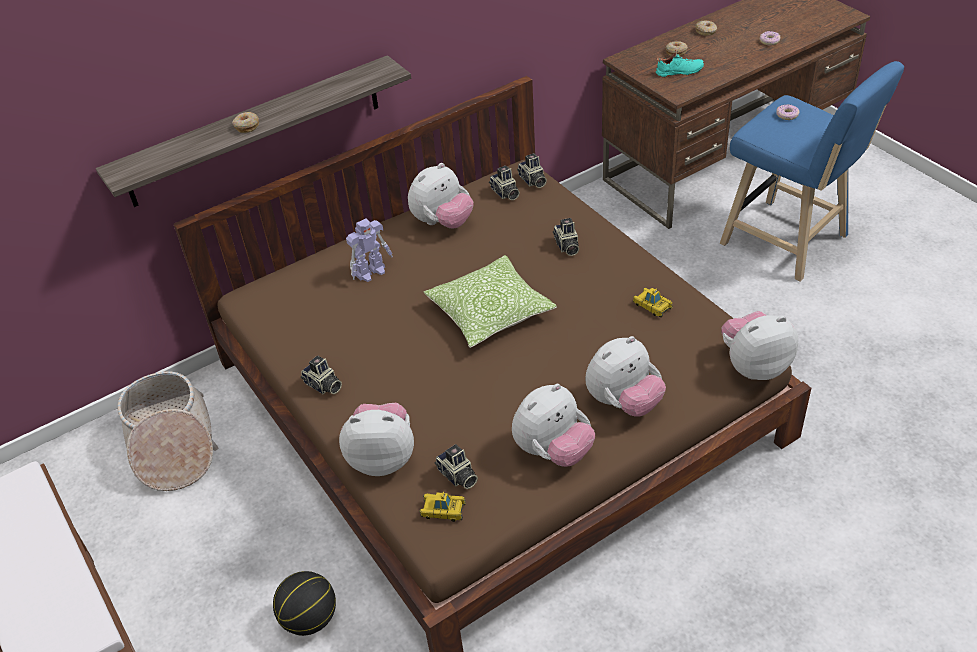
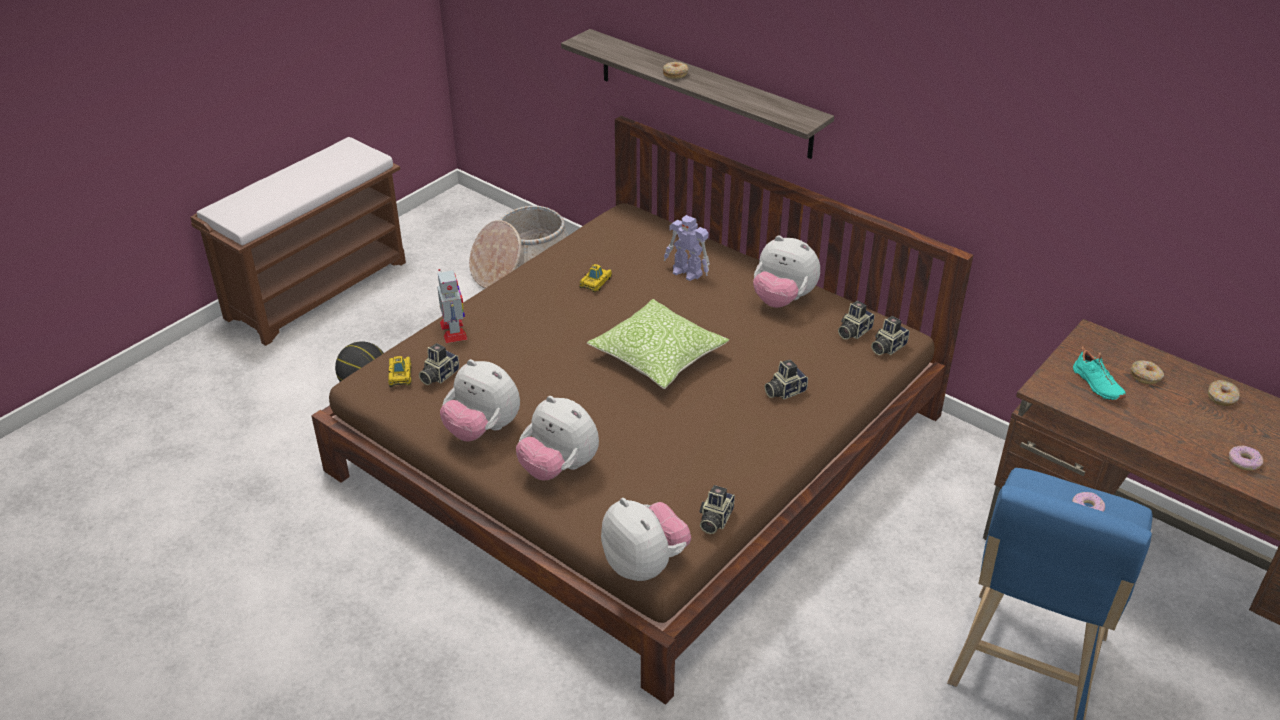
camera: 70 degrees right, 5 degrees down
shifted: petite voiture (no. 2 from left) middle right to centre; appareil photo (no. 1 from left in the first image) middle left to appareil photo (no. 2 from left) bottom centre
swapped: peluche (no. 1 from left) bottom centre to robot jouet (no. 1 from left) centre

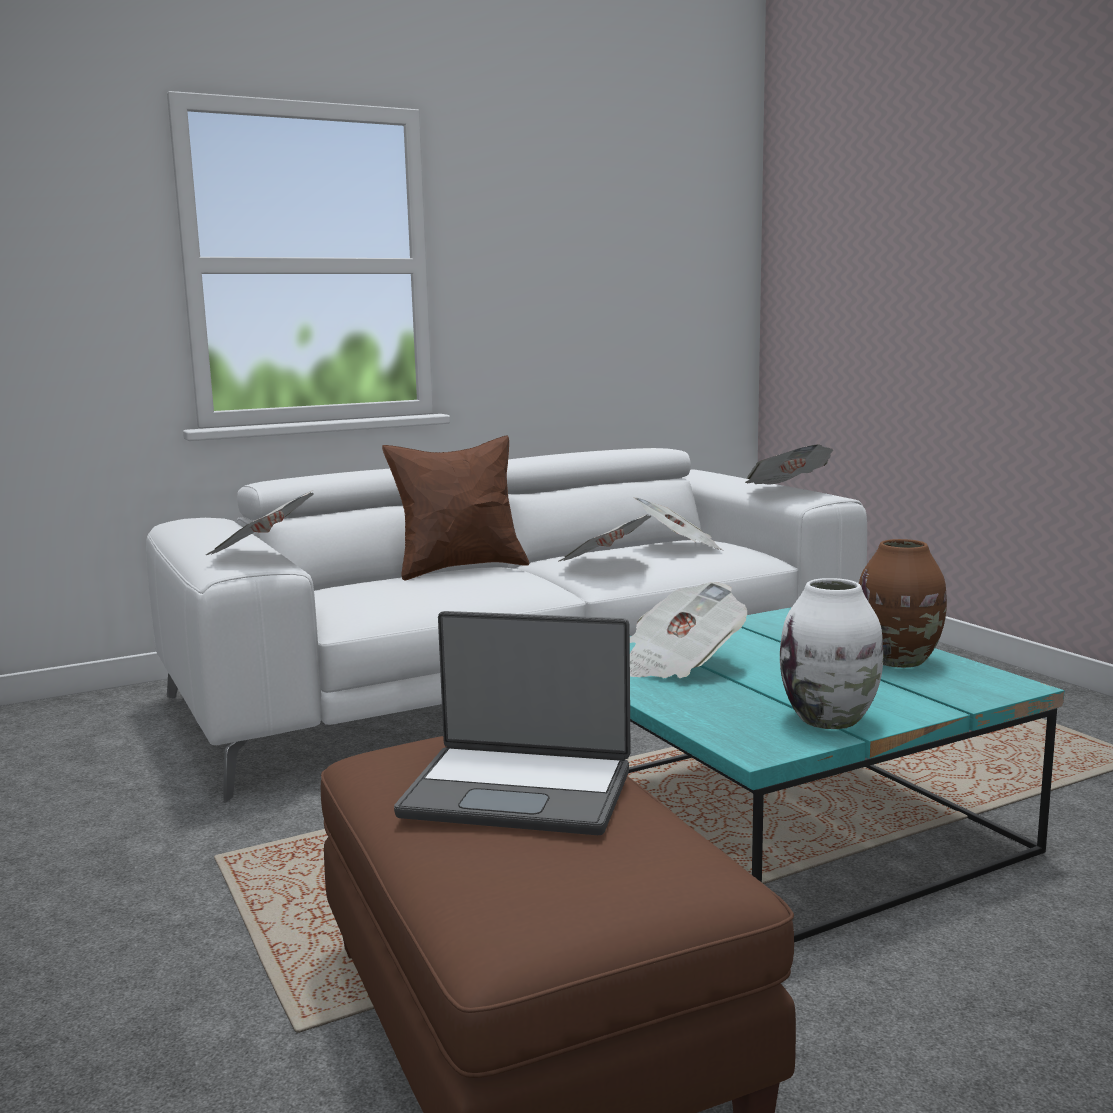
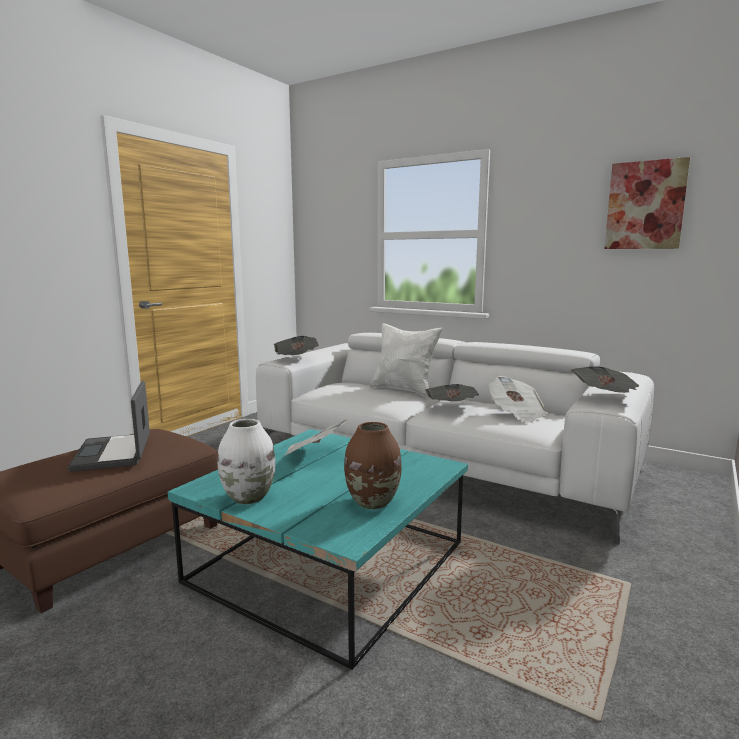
camera: 60 degrees right, 0 degrees up
new: tableau top right
repainted: coussin/marron centre to coussin/blanc centre

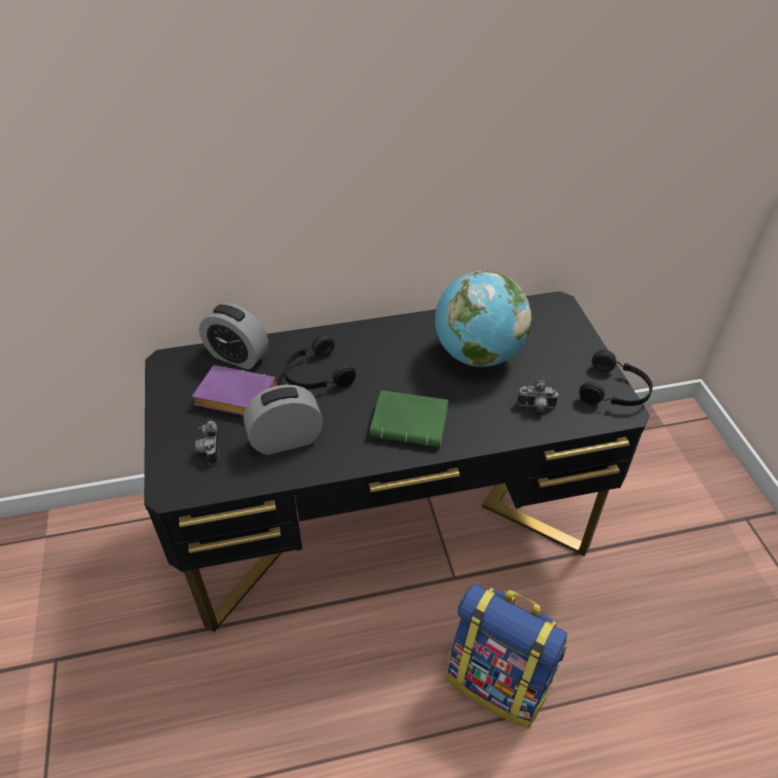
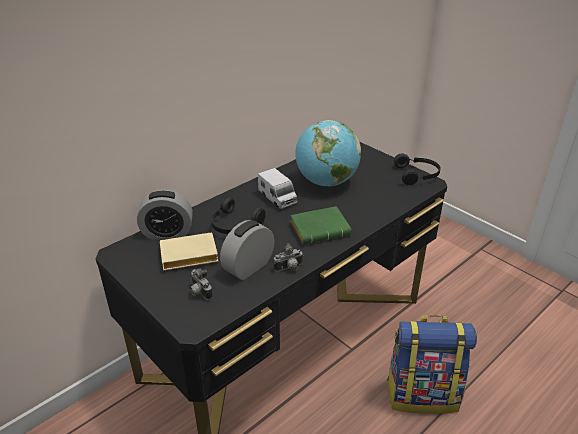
camera: 30 degrees left, 10 degrees down
new: camion jouet centre
shifted: appareil photo (no. 2 from left) middle right to centre
repainted: livre/violet middle left to livre/beige middle left

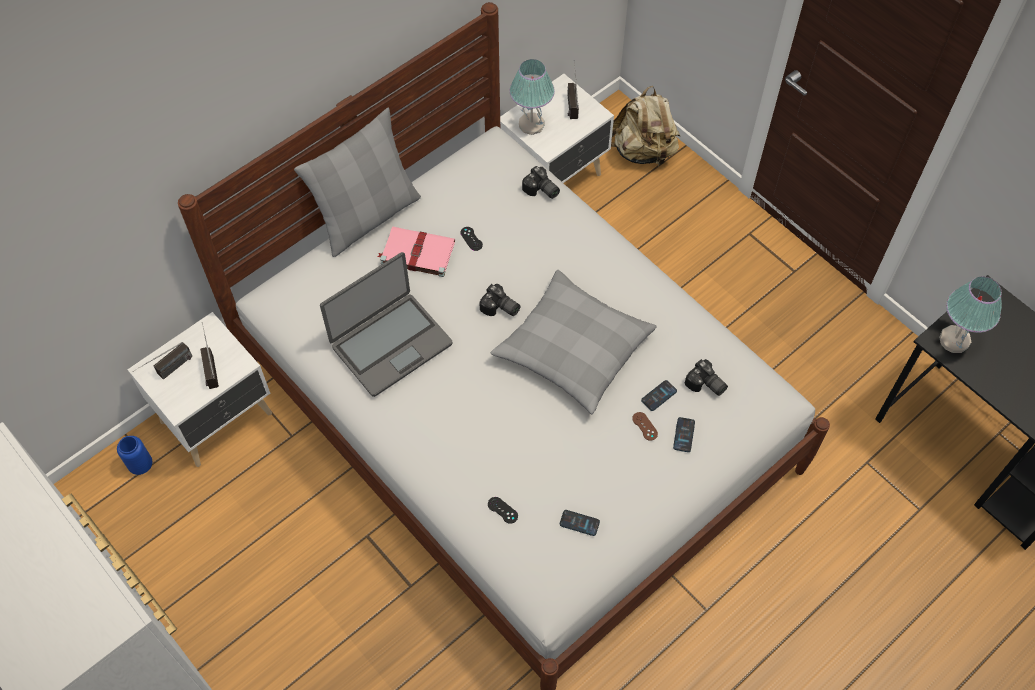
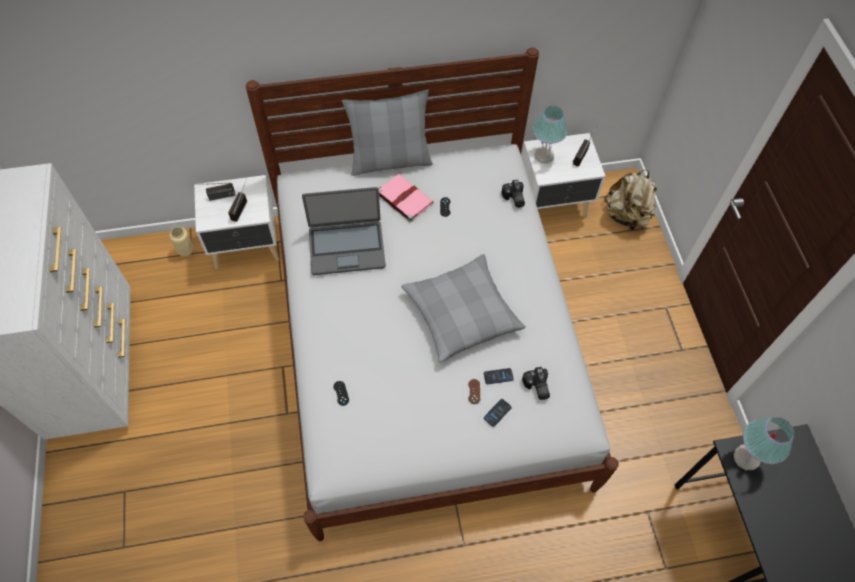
camera: 30 degrees right, 0 degrees up
gone: appareil photo (no. 1 from left) centre; téléphone (no. 1 from left) bottom centre
repainted: vase/bleu middle left to vase/beige middle left

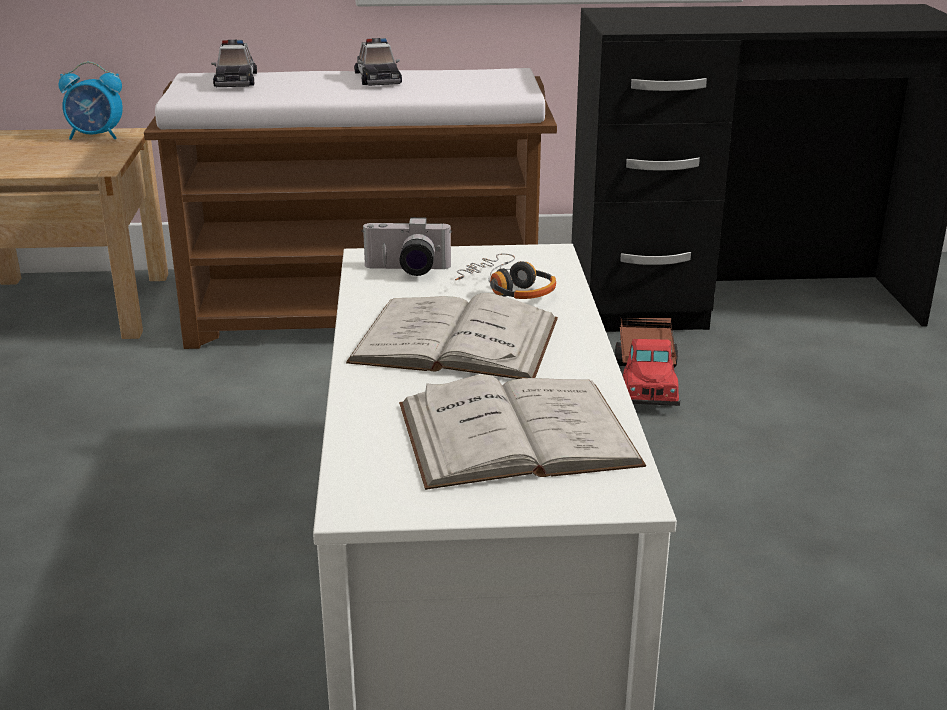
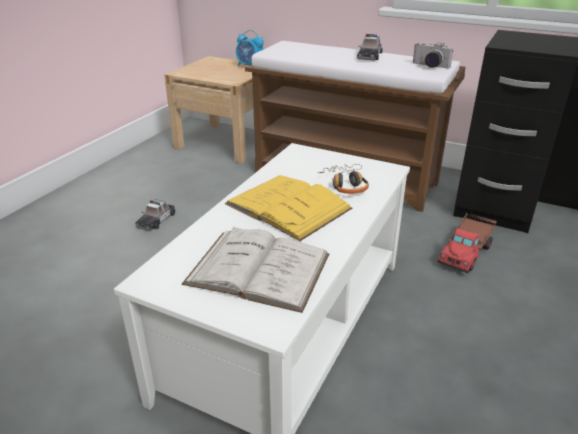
camera: 30 degrees right, 5 degrees up
shifted: petite voiture (no. 1 from left) top left to middle left; appareil photo centre to top right
repainted: livre/blanc (no. 1 from left) centre to livre/jaune centre

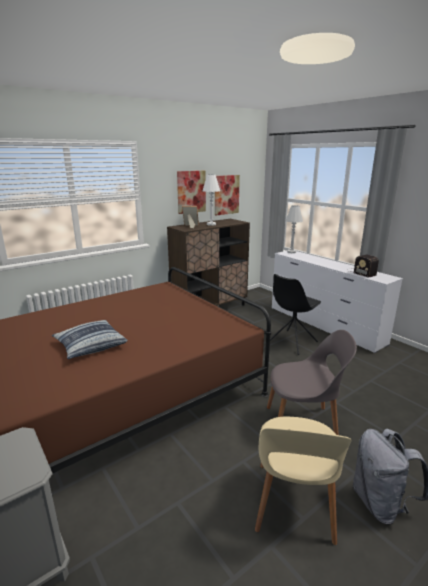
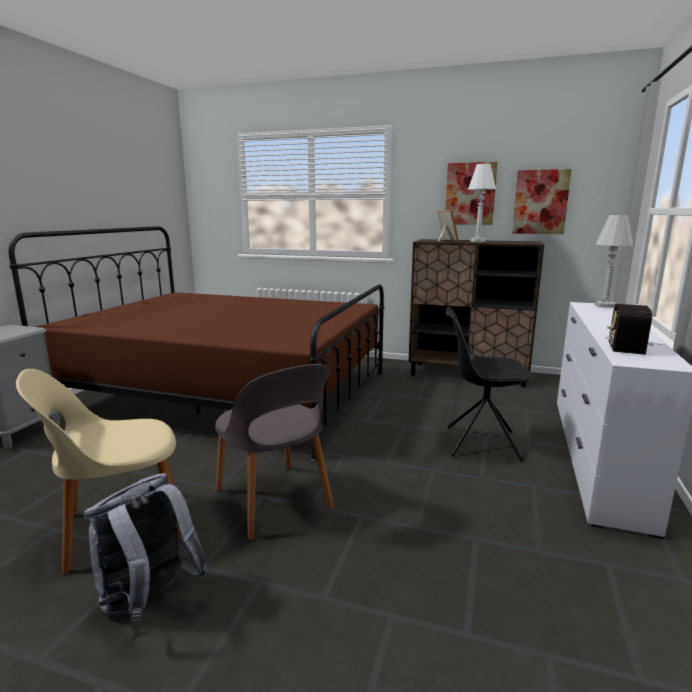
camera: 55 degrees right, 5 degrees down
gone: coussin middle left

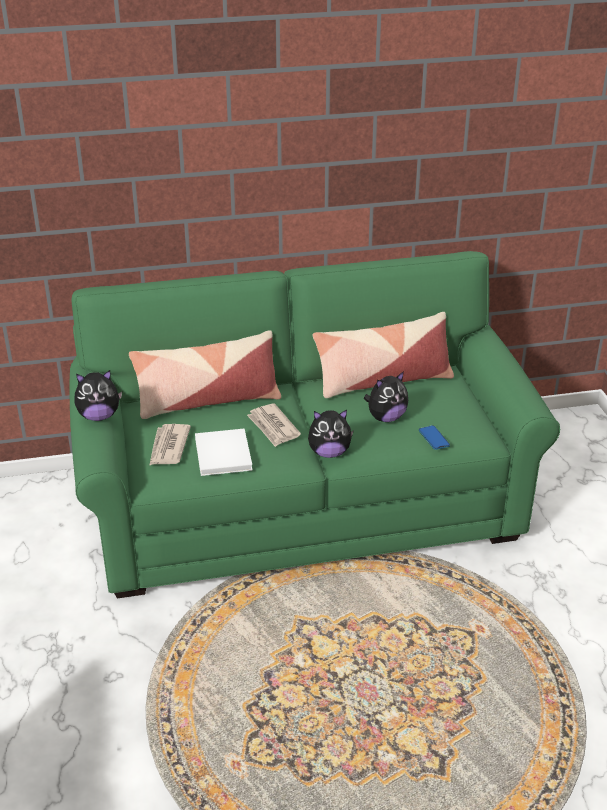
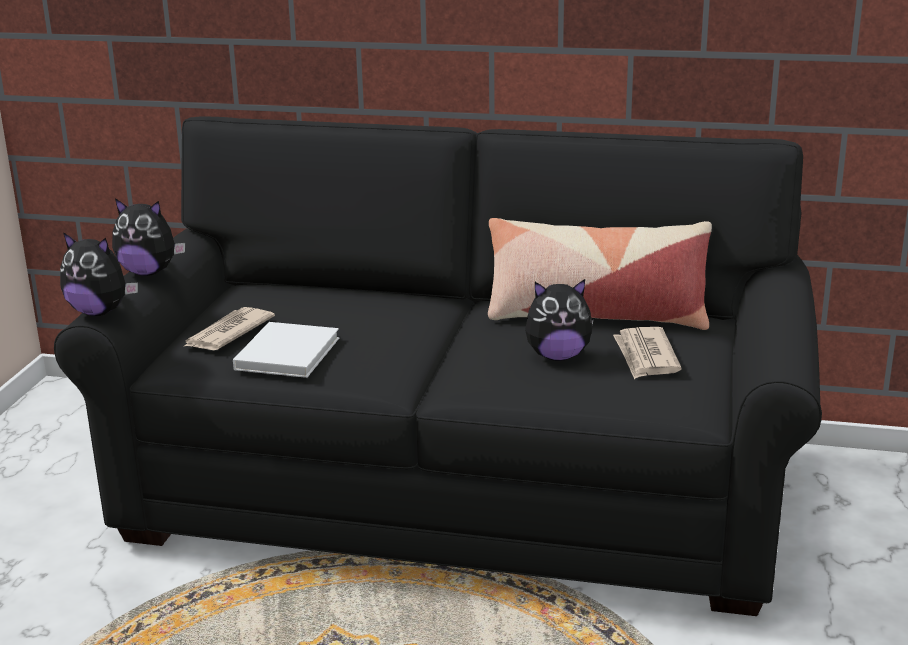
camera: 25 degrees right, 10 degrees down
gone: coussin (no. 1 from left) centre; téléphone middle right
shifted: peluche (no. 2 from left in the first image) centre to peluche (no. 1 from left) middle left; journal (no. 2 from left) centre to middle right
repainted: canapé/vert centre to canapé/noir centre

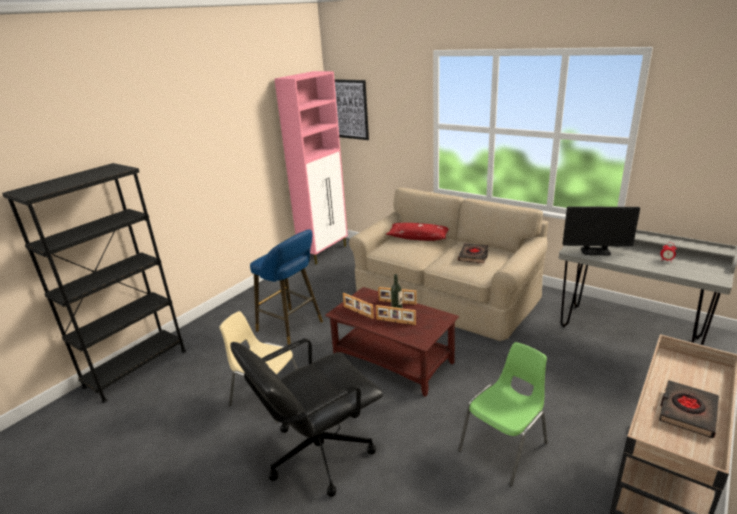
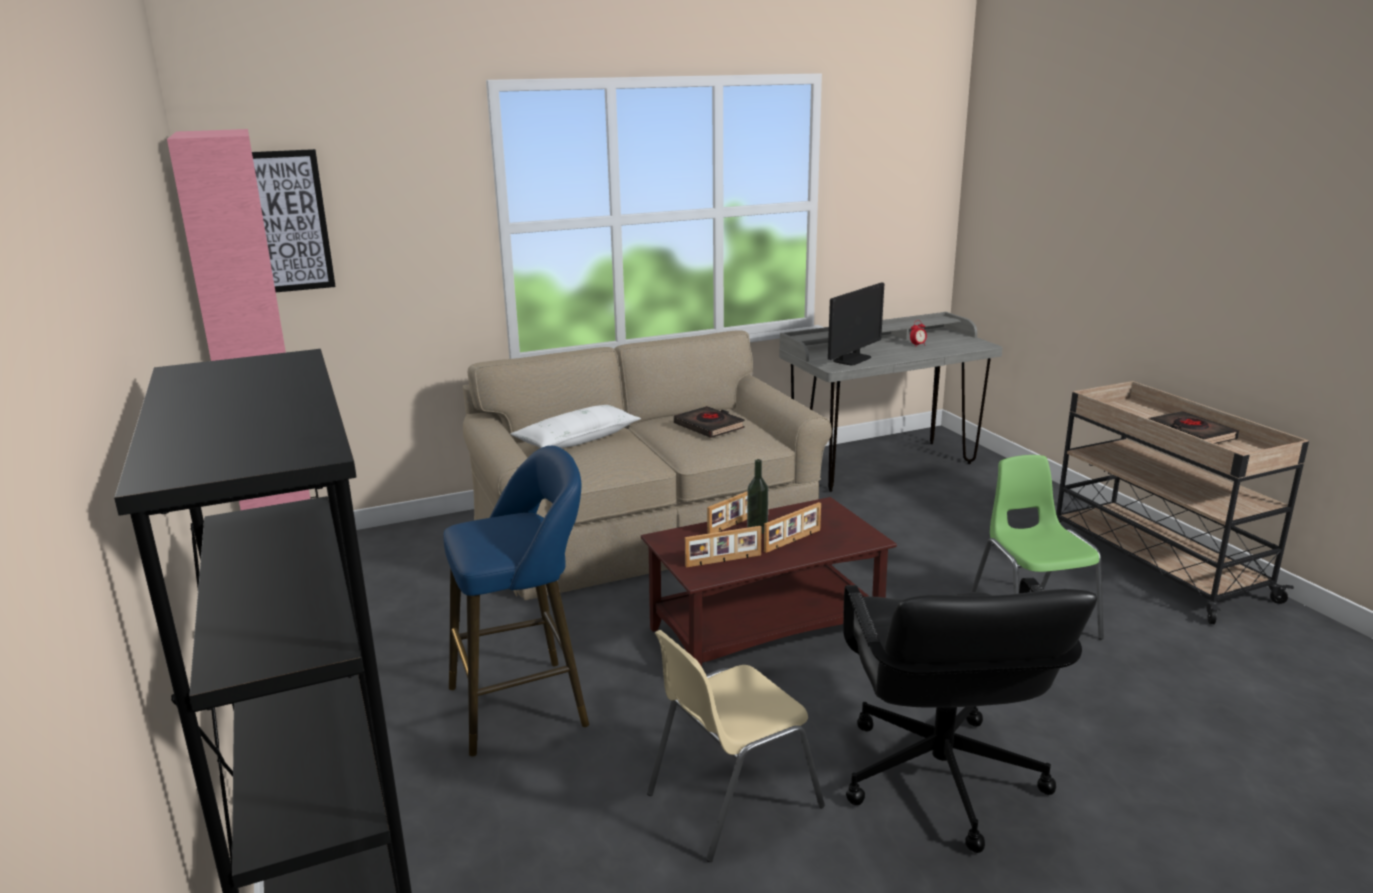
camera: 60 degrees left, 5 degrees down
repainted: coussin/rouge centre to coussin/blanc centre

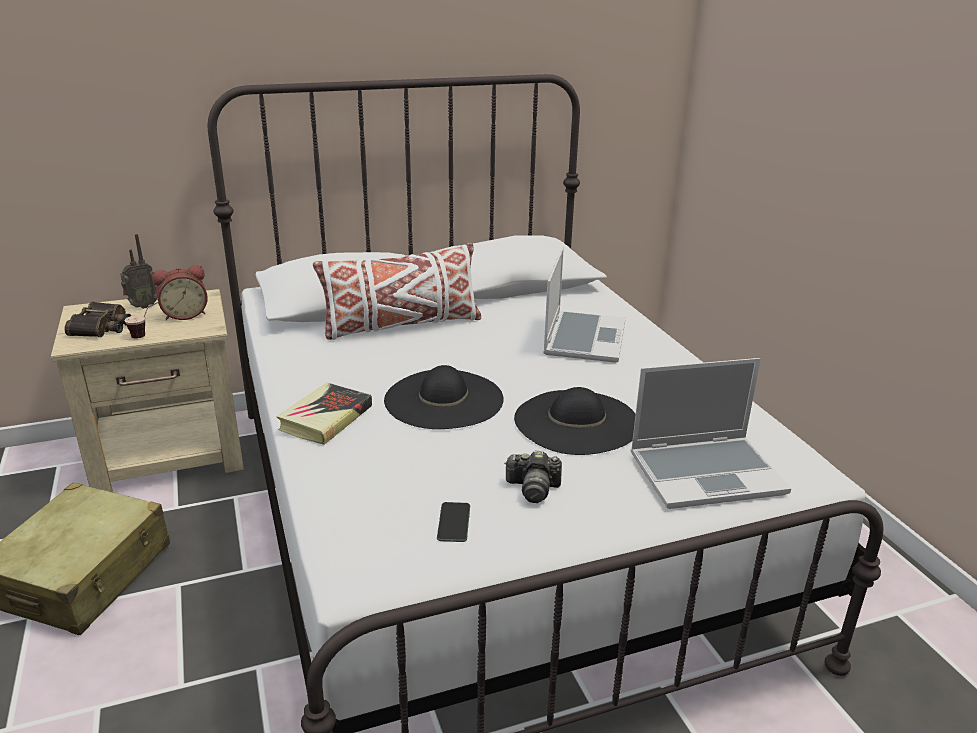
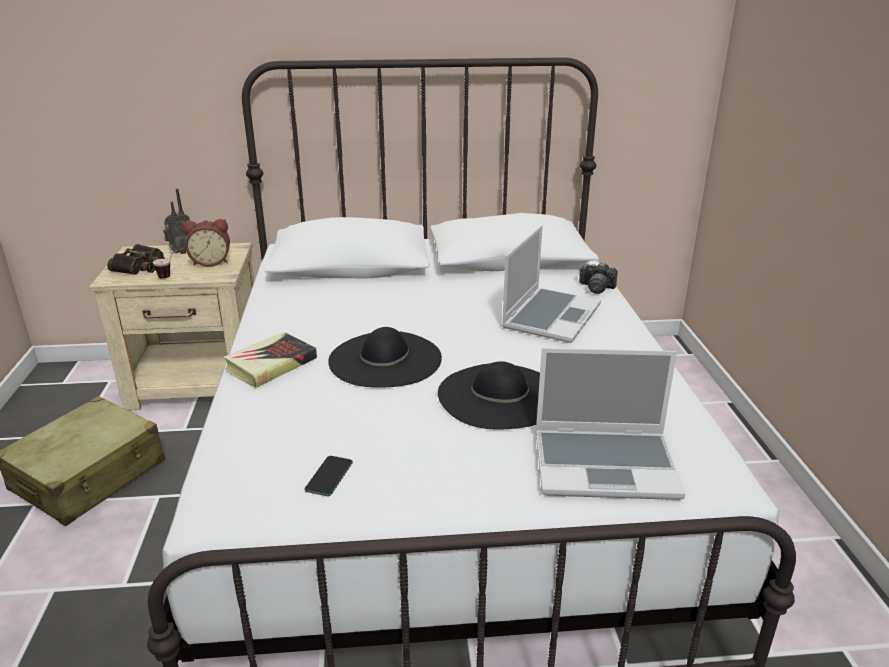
camera: 15 degrees right, 0 degrees up
gone: coussin/blanc centre
shifted: appareil photo centre to middle right

